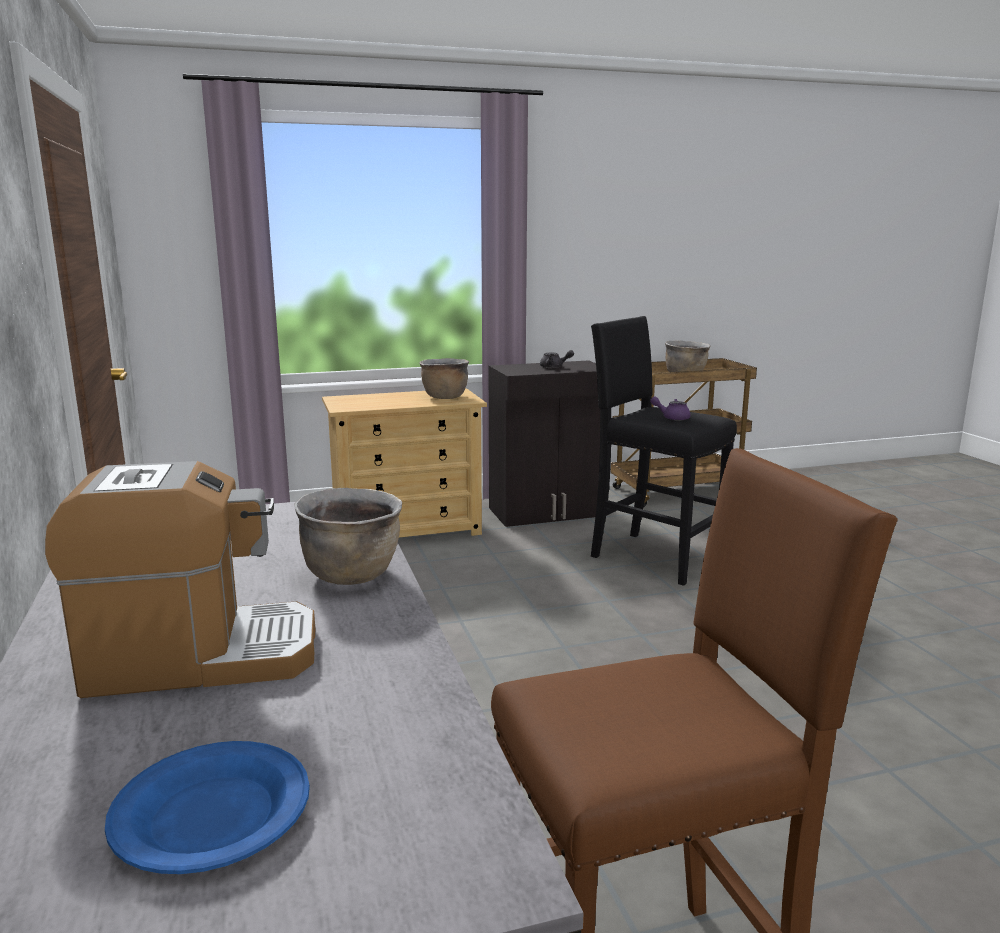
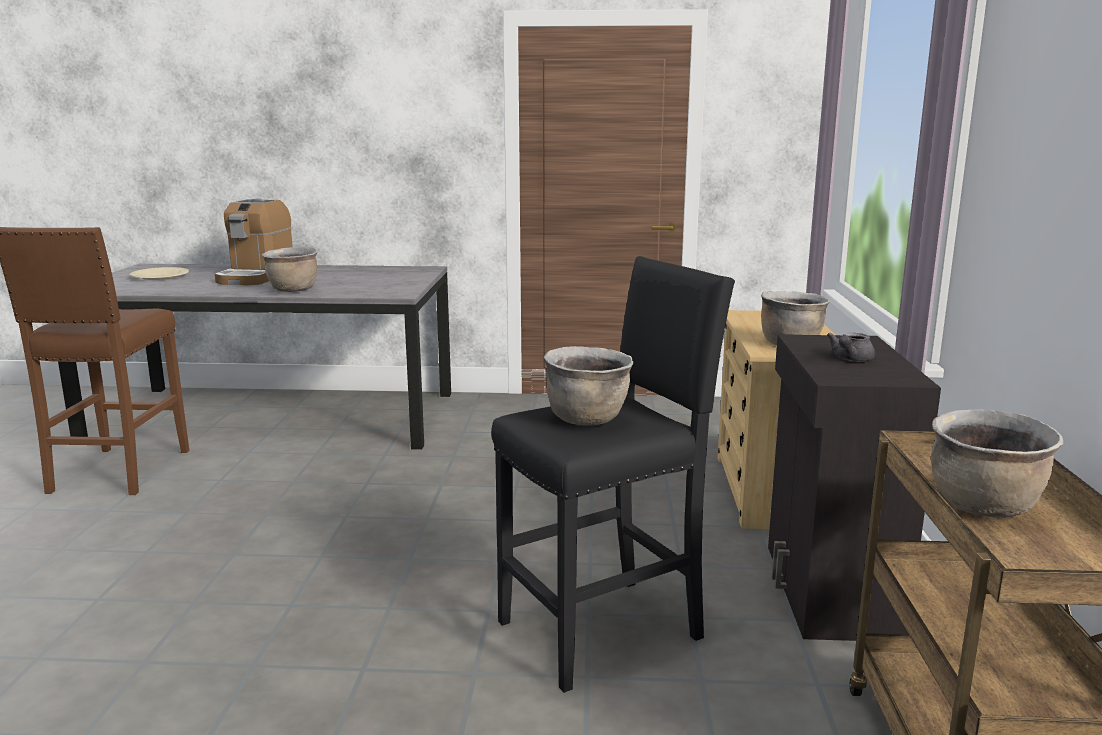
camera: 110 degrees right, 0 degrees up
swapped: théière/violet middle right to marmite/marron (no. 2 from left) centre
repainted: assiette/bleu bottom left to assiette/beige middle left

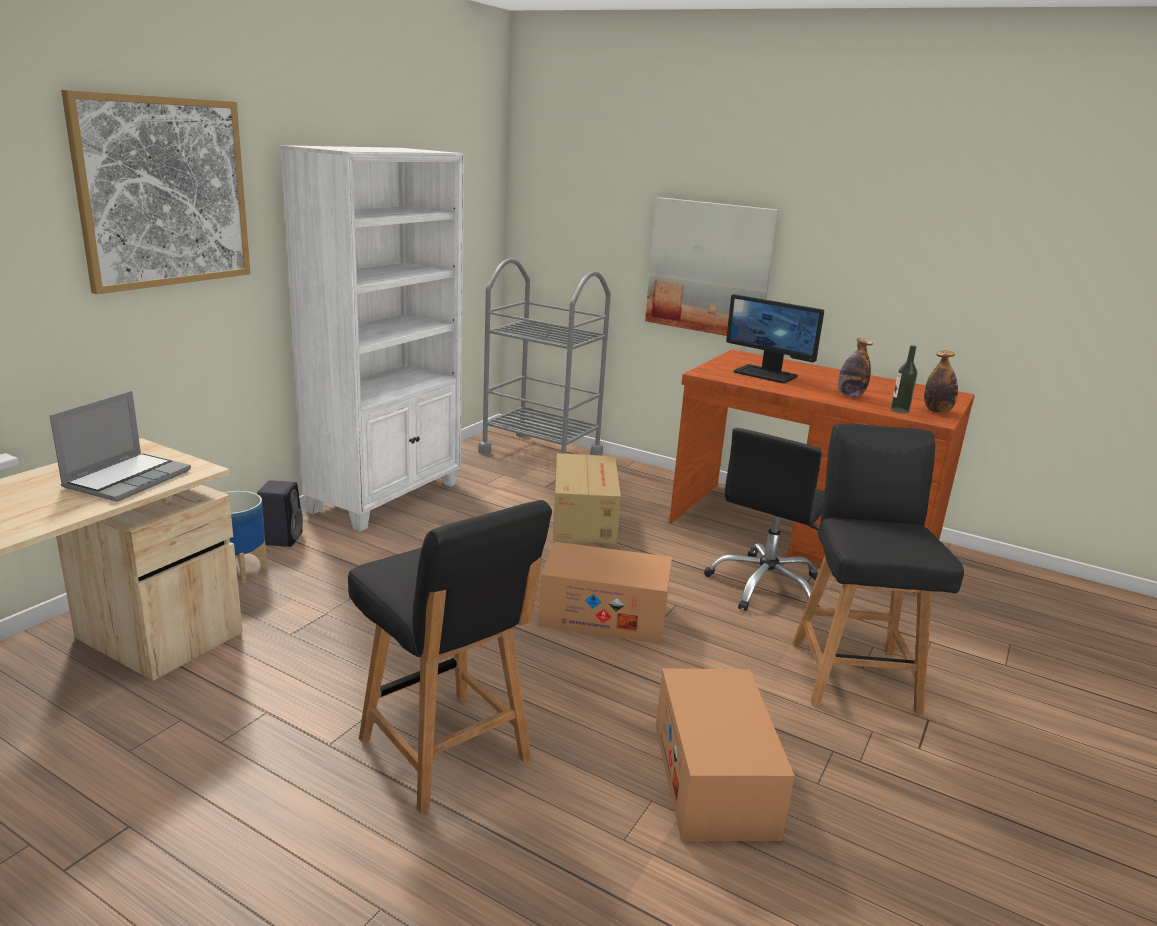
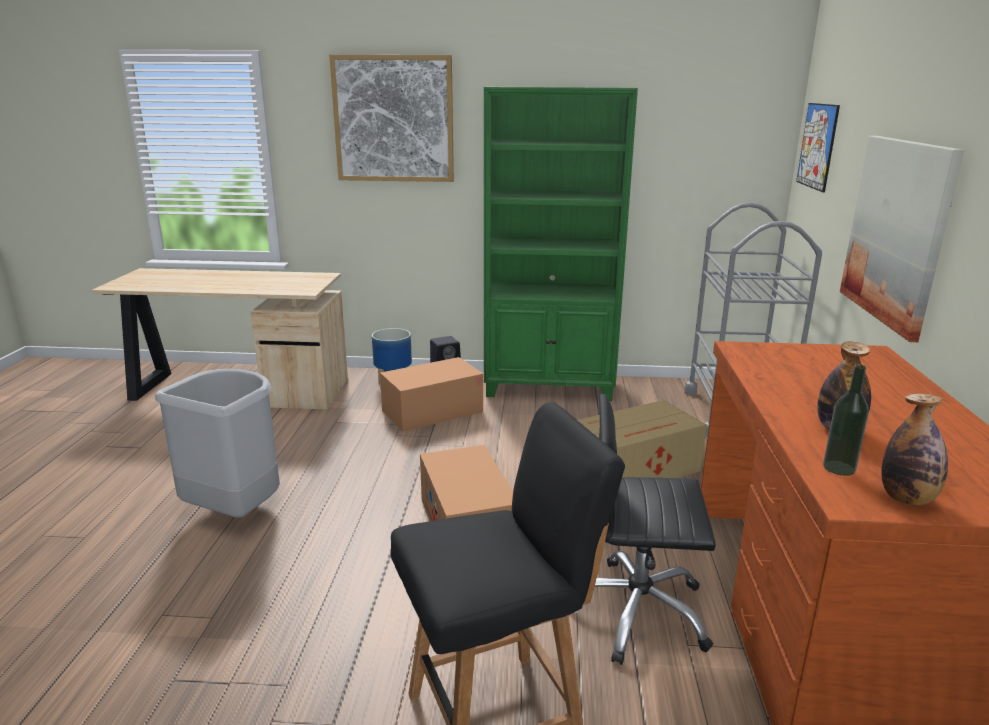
camera: 65 degrees right, 0 degrees up
gone: ordinateur portable middle left; écran d'ordinateur middle right
new: tableau (no. 2 from left) top right
shifted: carton (no. 3 from left in the first image) bottom centre to carton (no. 1 from left) centre
swapped: chaise/noir (no. 1 from left) bottom centre to poubelle/gris middle left
repainted: bibliothèque/blanc middle left to bibliothèque/vert centre

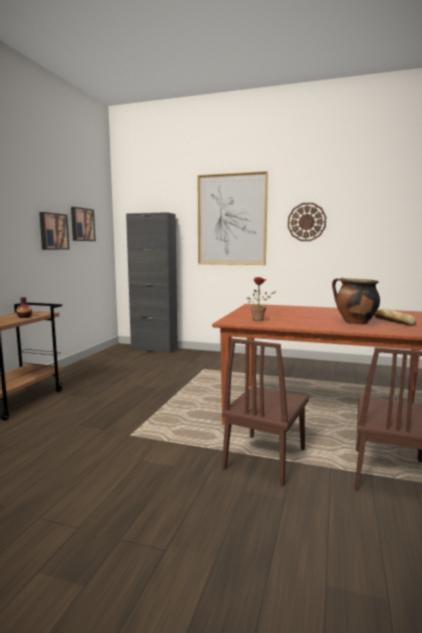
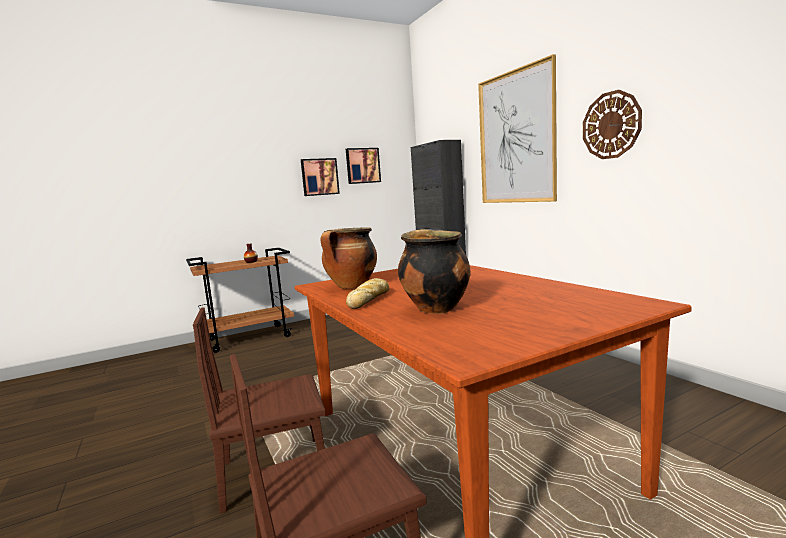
camera: 45 degrees right, 0 degrees up
shifted: pain middle right to centre
swapped: plante en pot centre to marmite (no. 1 from left) centre

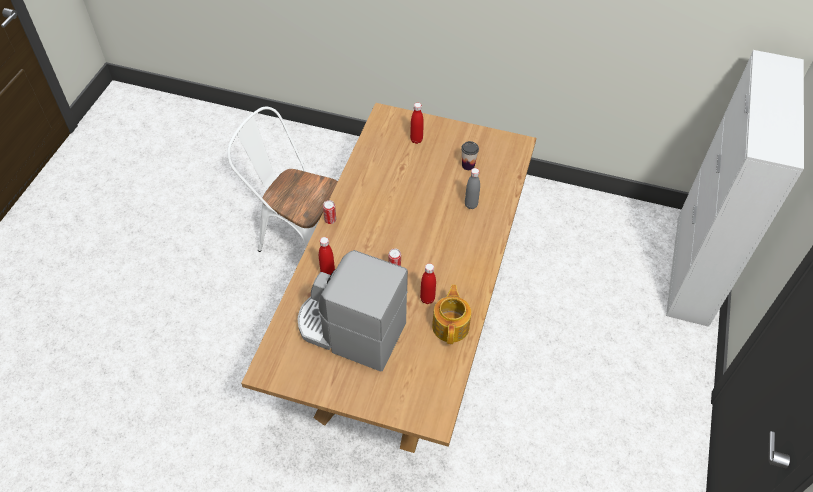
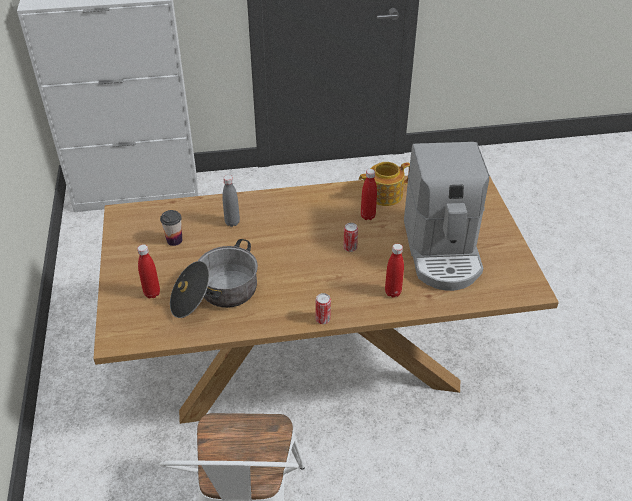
camera: 115 degrees left, 10 degrees down
new: marmite centre

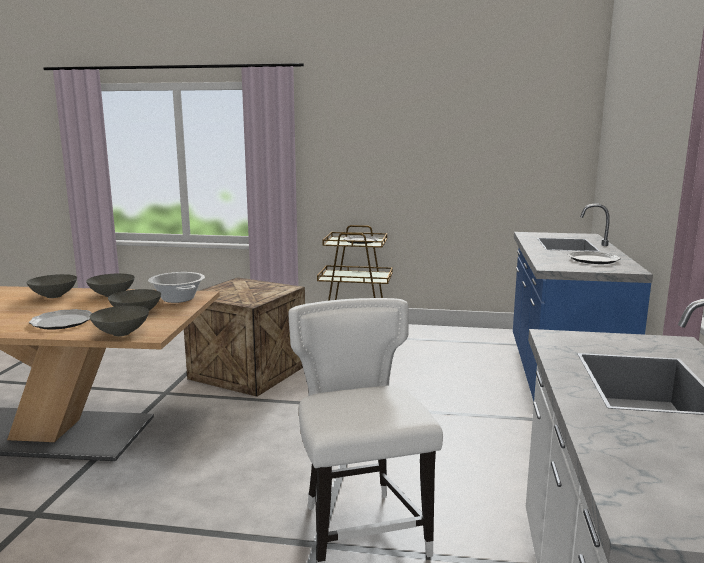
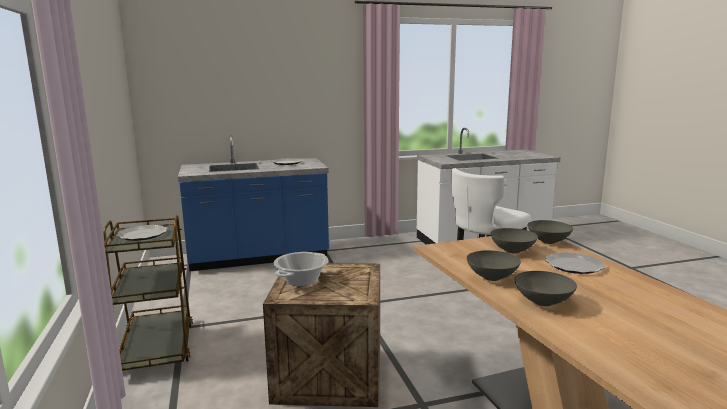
camera: 115 degrees left, 0 degrees up
shifted: marmite middle left to centre

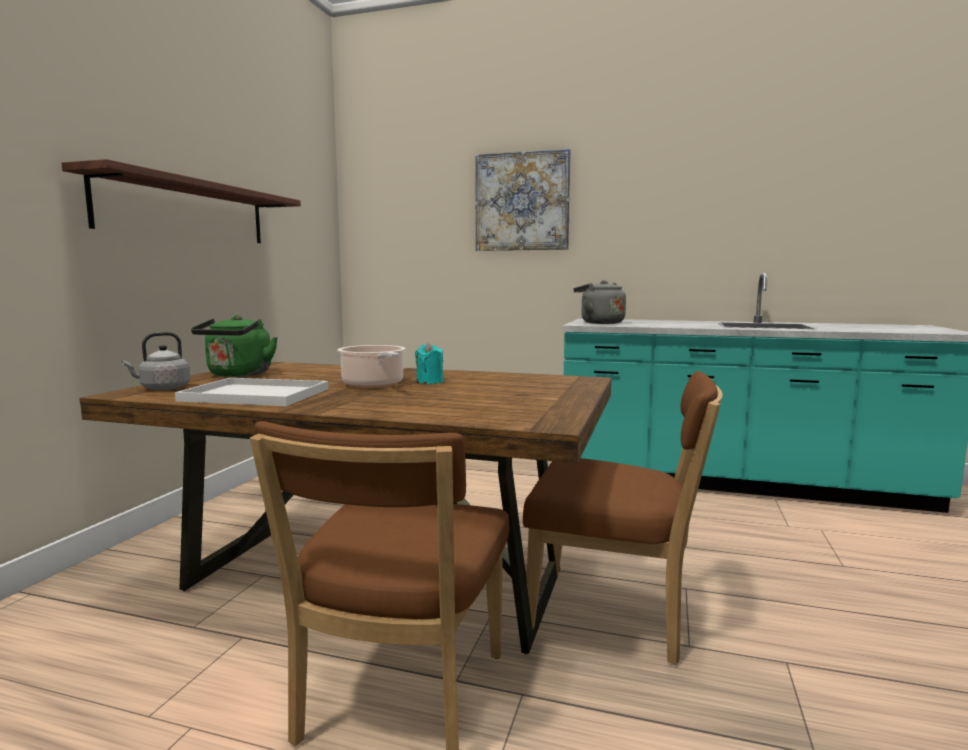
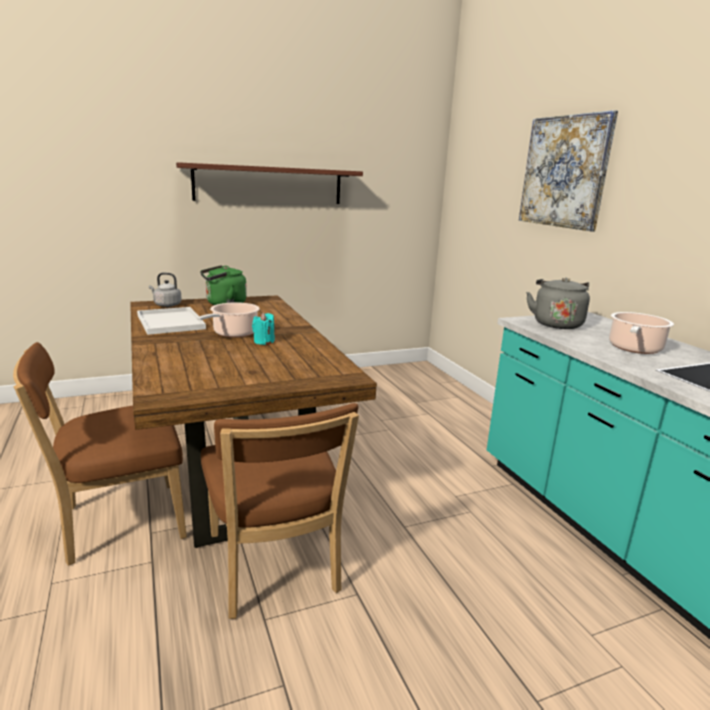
camera: 50 degrees right, 10 degrees up
new: marmite (no. 2 from left) middle right

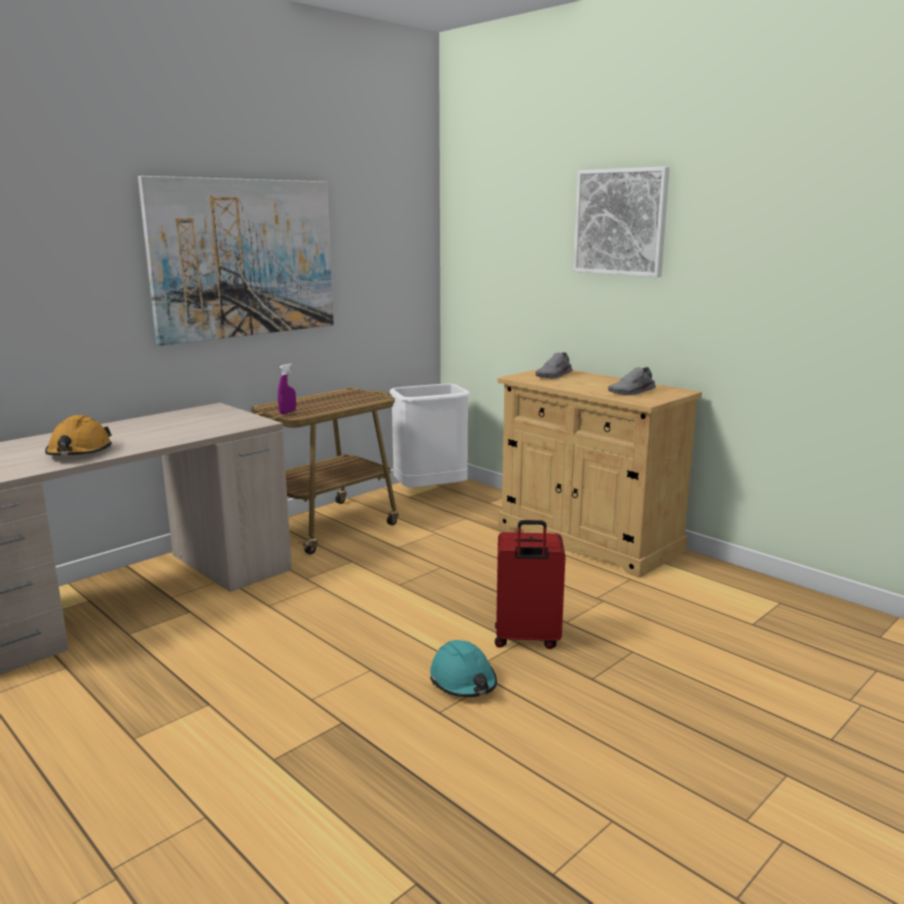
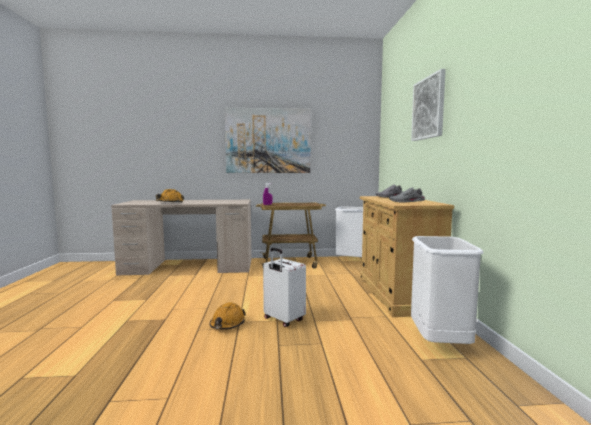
camera: 40 degrees right, 10 degrees down
new: poubelle/blanc (no. 2 from left) bottom right
repainted: casque de chantier/turquoise bottom centre to casque de chantier/orange (no. 2 from left) bottom centre; valise/rouge centre to valise/blanc bottom centre

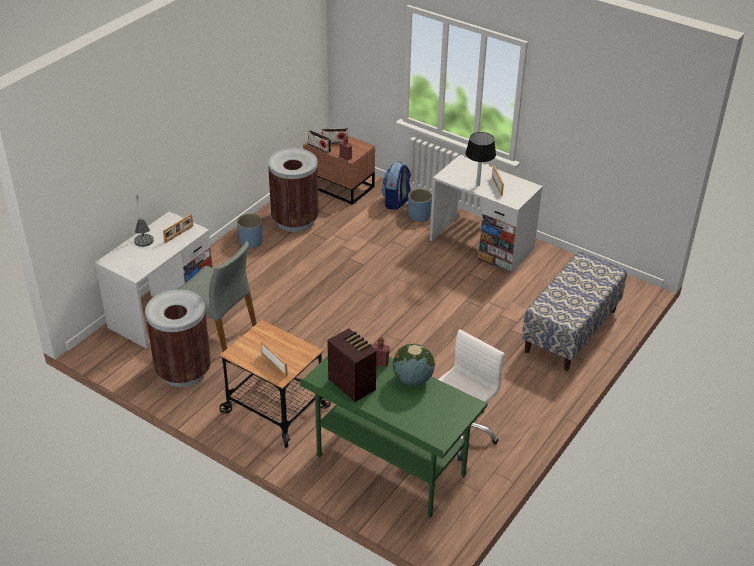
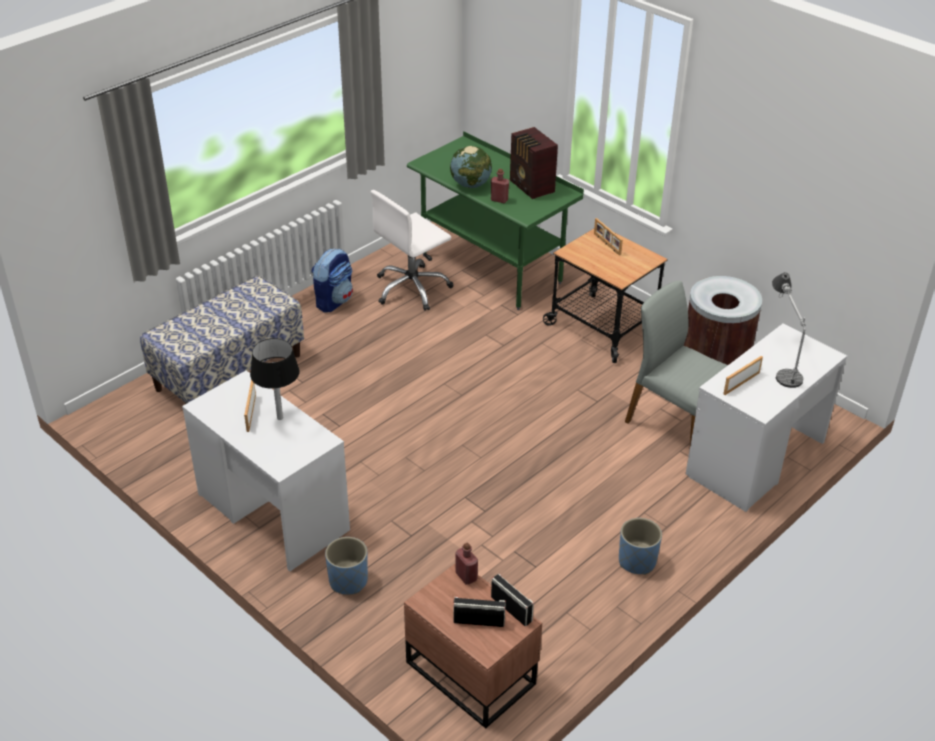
camera: 170 degrees left, 0 degrees up
gone: poubelle/marron (no. 2 from left) centre
shifted: sac à dos top centre to centre

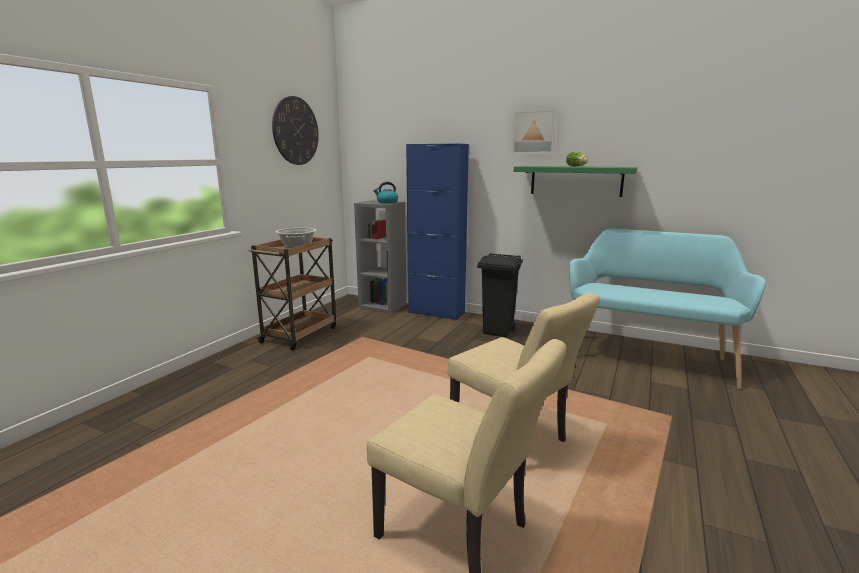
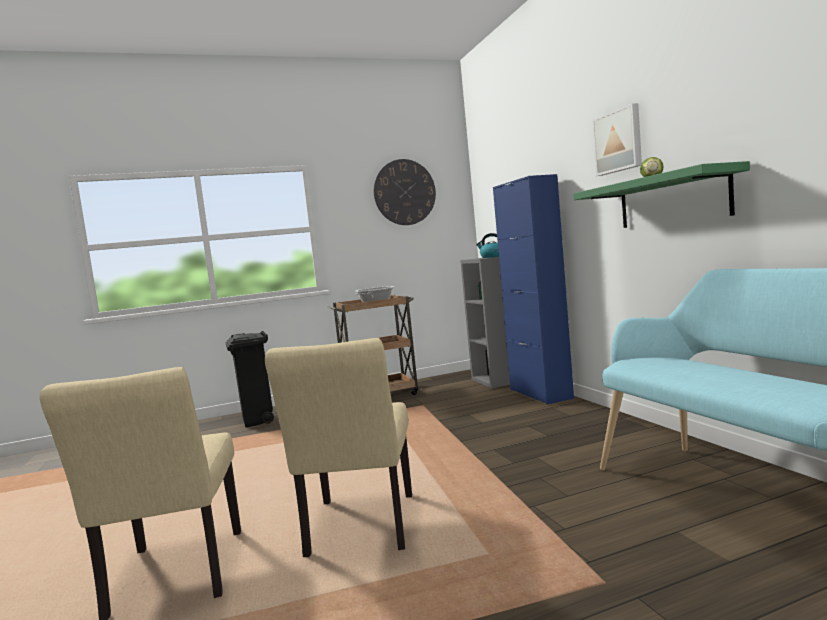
camera: 45 degrees right, 10 degrees down
shifted: poubelle/noir centre to middle left

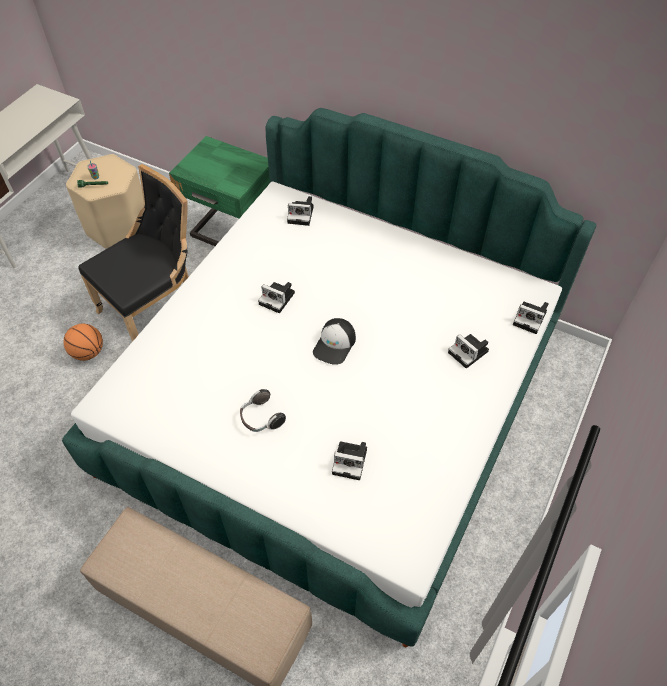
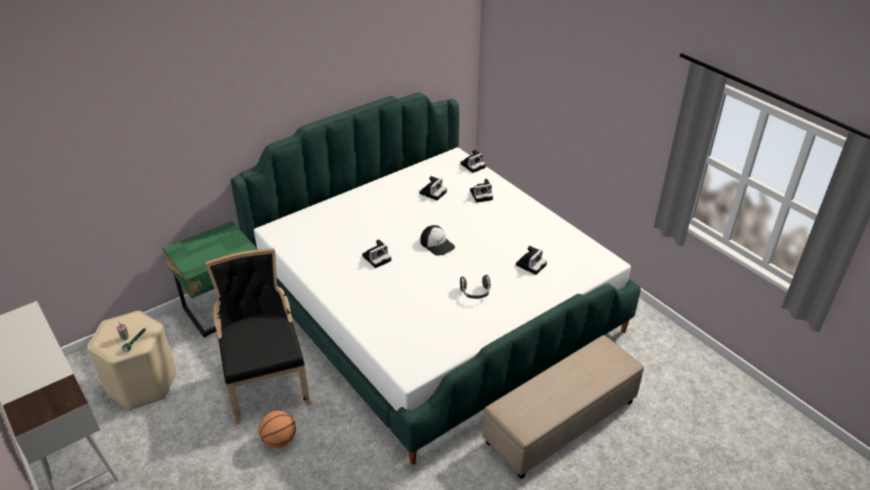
camera: 65 degrees left, 15 degrees down
shifted: appareil photo (no. 2 from left) top centre to centre

